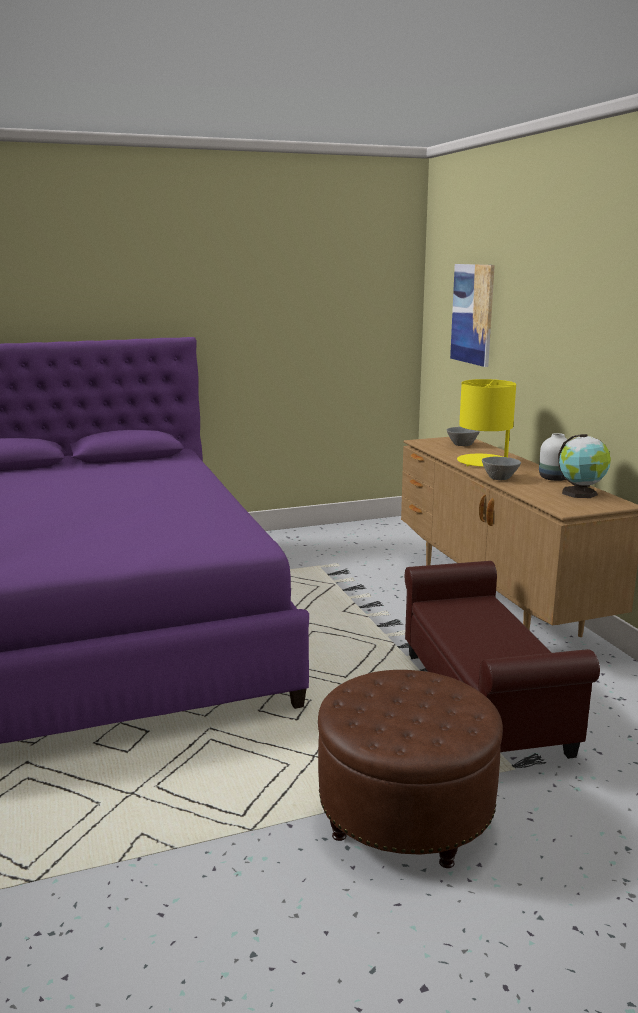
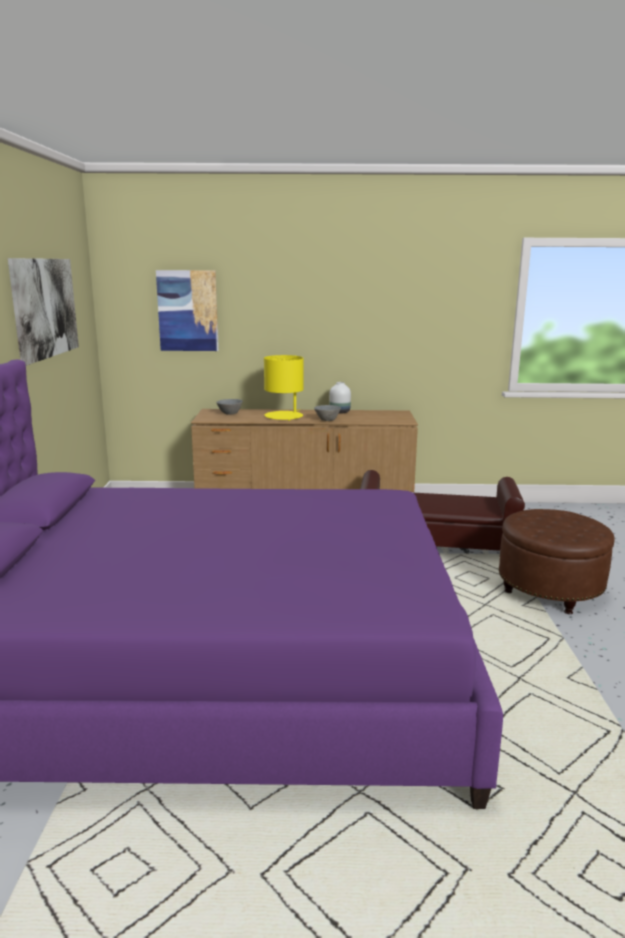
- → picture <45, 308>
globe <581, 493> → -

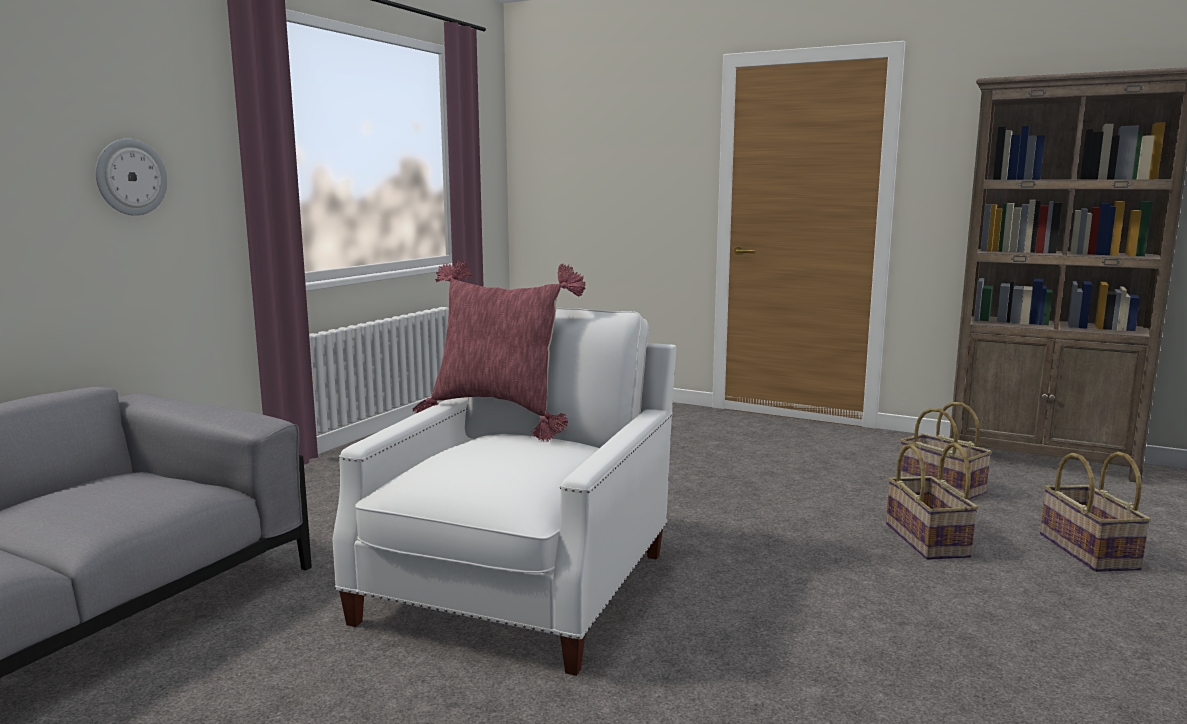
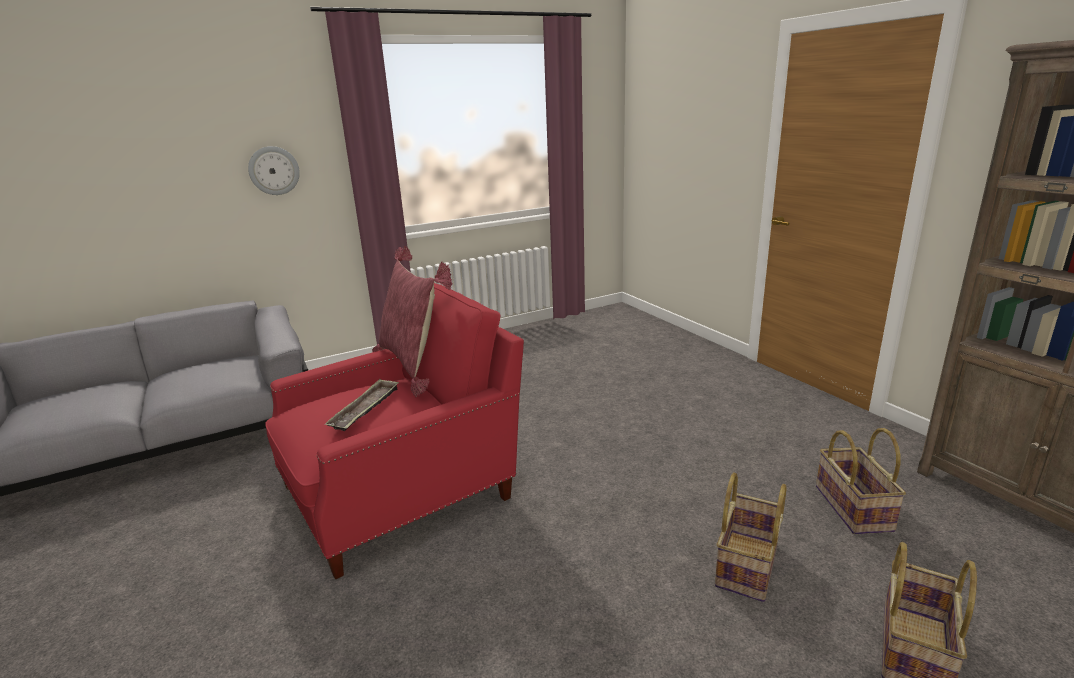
armchair (white) <521, 582> → armchair (red) <402, 489>
- → tray <365, 409>

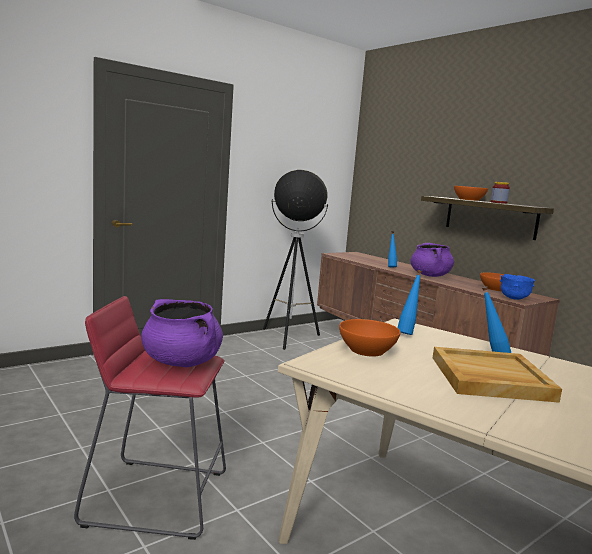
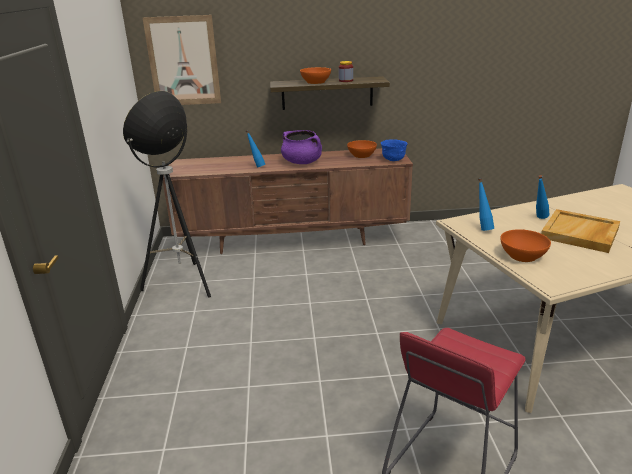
- → picture <183, 61>
cooking pot (purple) <182, 362> → -

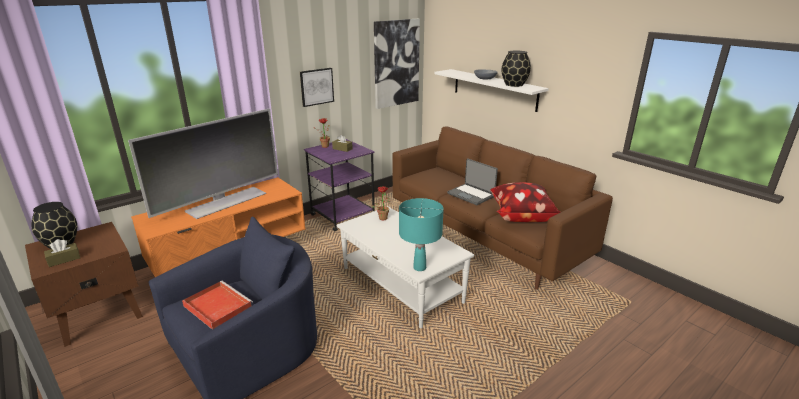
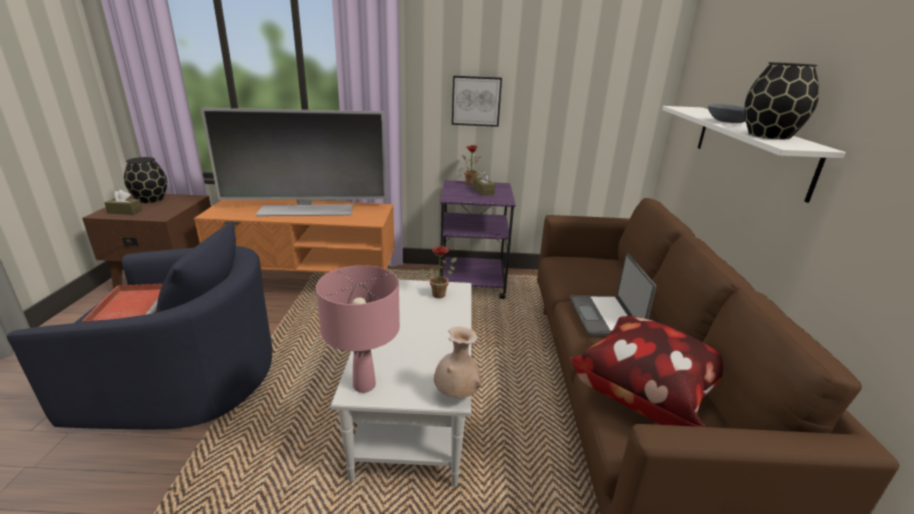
table lamp (turquoise) <419, 268> → table lamp (pink) <364, 385>
- → vase (beige) <457, 394>
picture <396, 63> → -

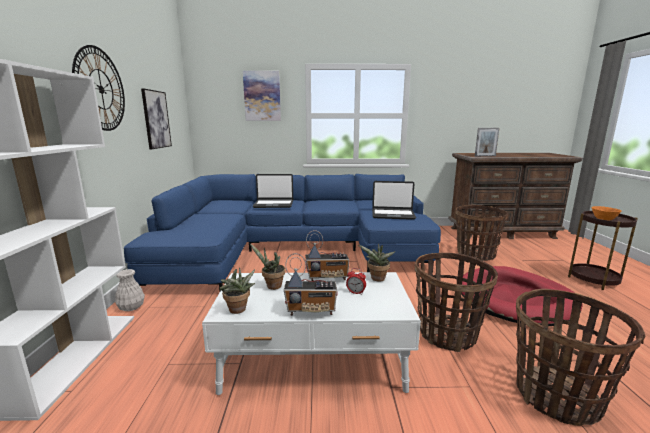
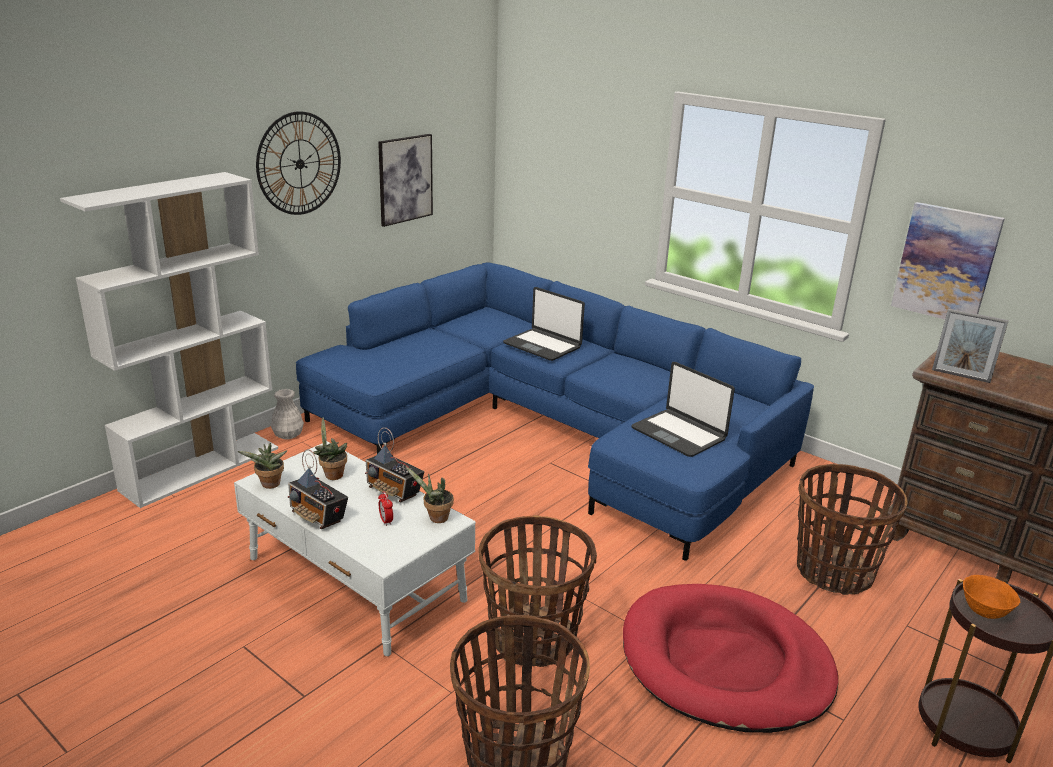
picture <262, 96> → picture <945, 263>, relocated

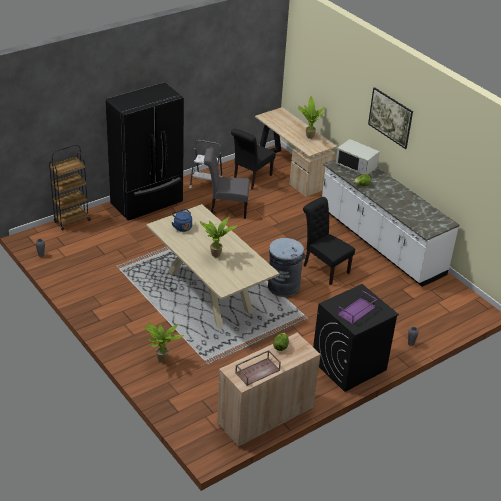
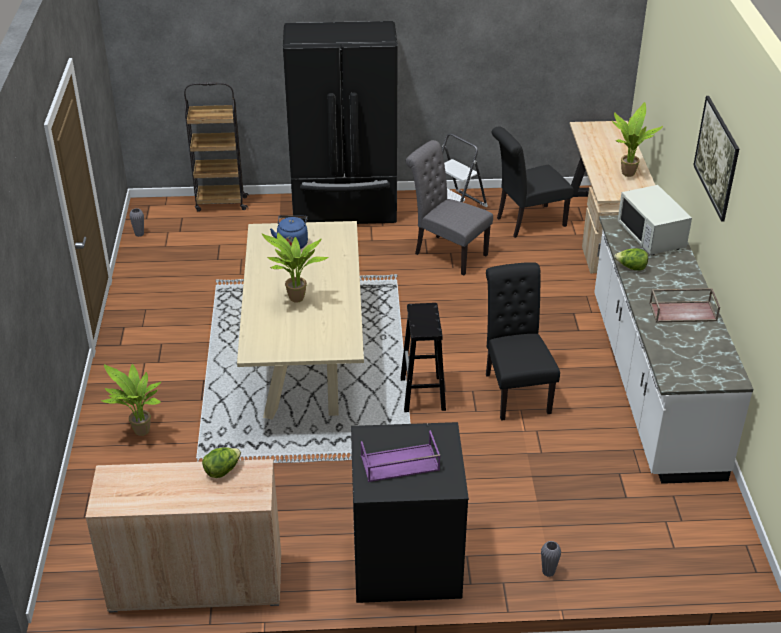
trash can (grey) <283, 286> → stool (black) <423, 395>
tray (brown) <257, 371> → tray (brown) <683, 311>, relocated

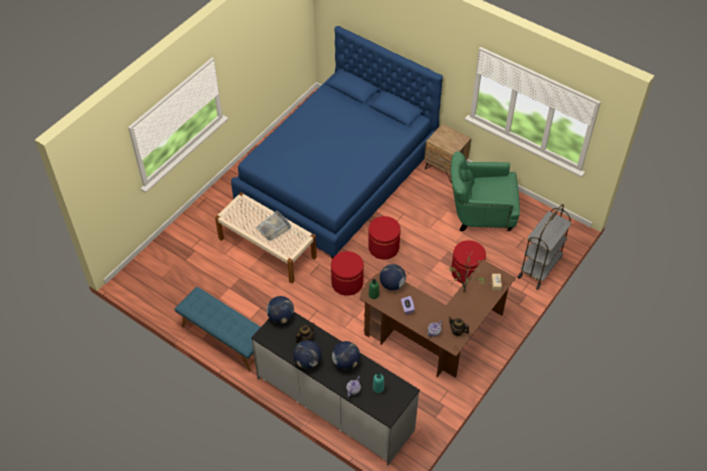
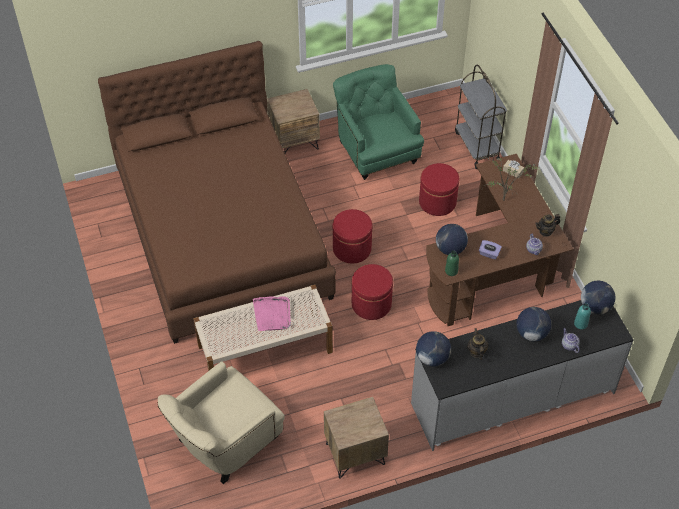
bed (blue) <338, 176> → bed (brown) <222, 233>
- → armchair (beige) <224, 442>
tray (grey) <274, 227> → tray (pink) <272, 314>
bench (blue) <224, 338> → nightstand (brown) <355, 454>
armchair (green) <480, 213> → armchair (green) <375, 150>, 120 degrees clockwise
globe <307, 361> → globe <595, 307>, relocated

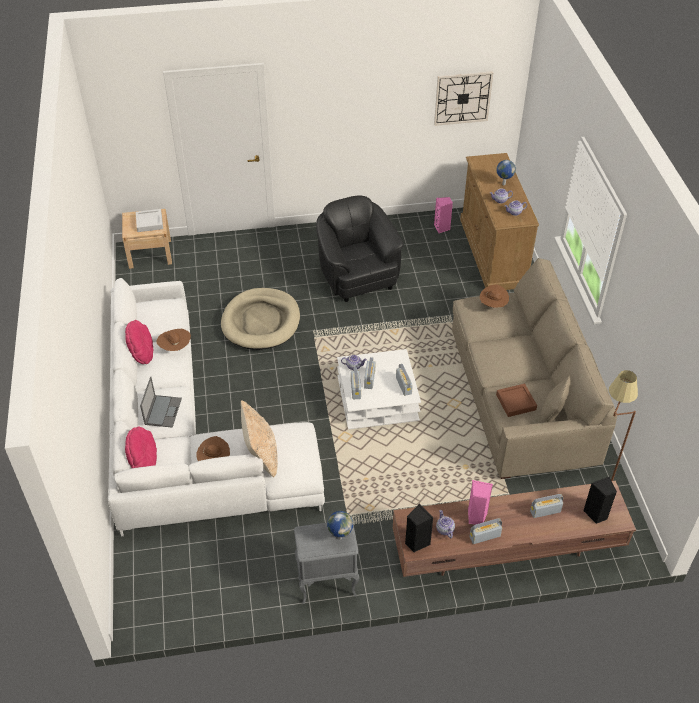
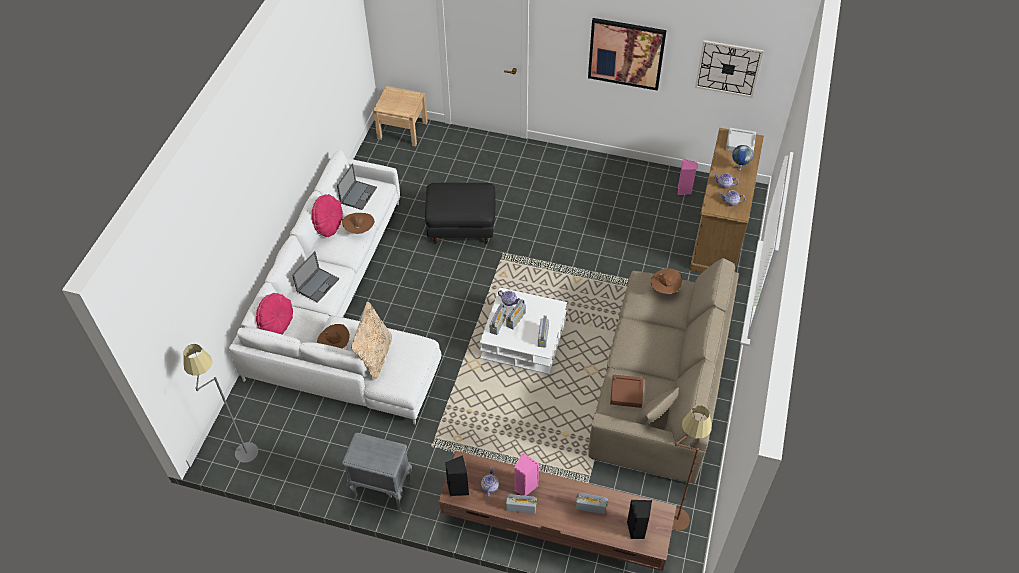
- → floor lamp (grey) <238, 447>
- → laptop <358, 195>
dog bed (beige) <261, 322> → ottoman (black) <462, 228>
- → picture <626, 53>
tray (grey) <149, 222> → tray (grey) <740, 143>, relocated
armchair (black) <357, 276> → -
globe <340, 537> → -

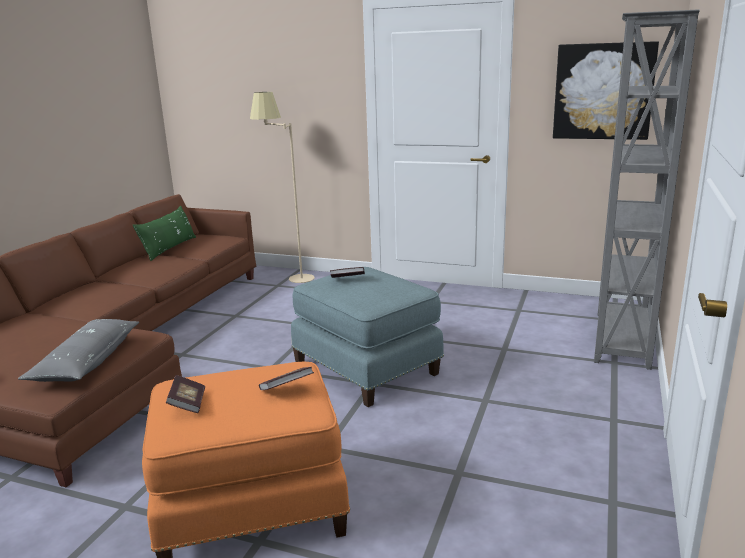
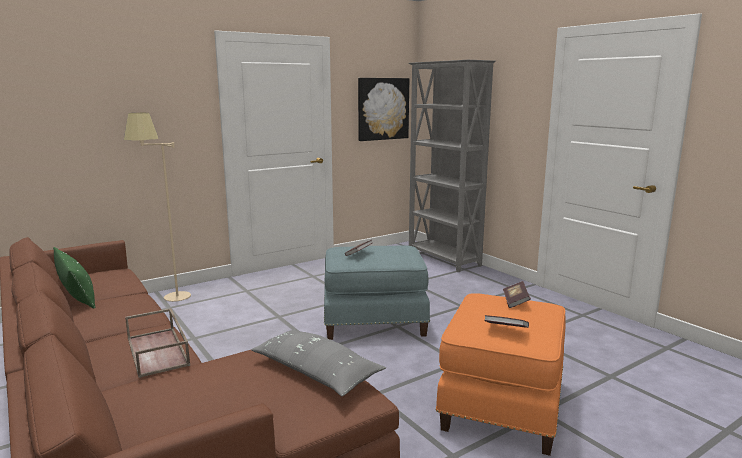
- → tray (brown) <158, 351>

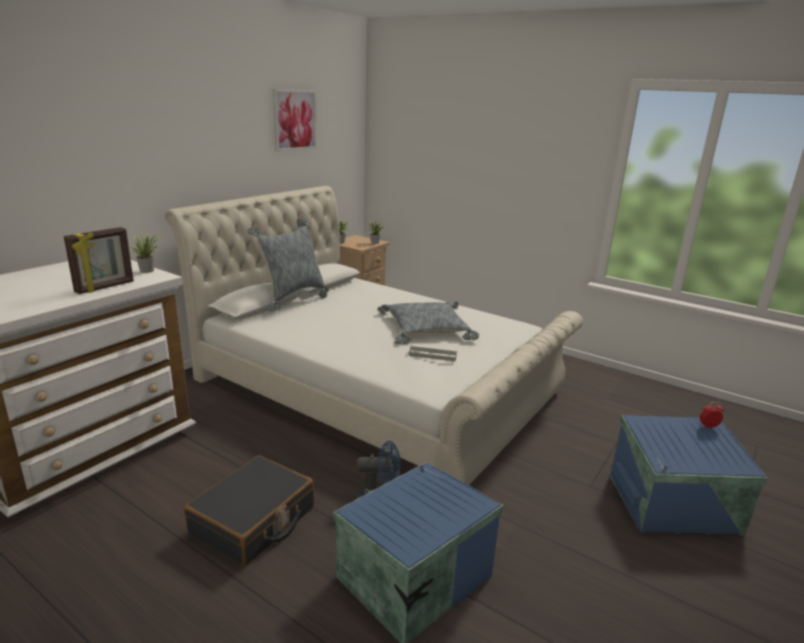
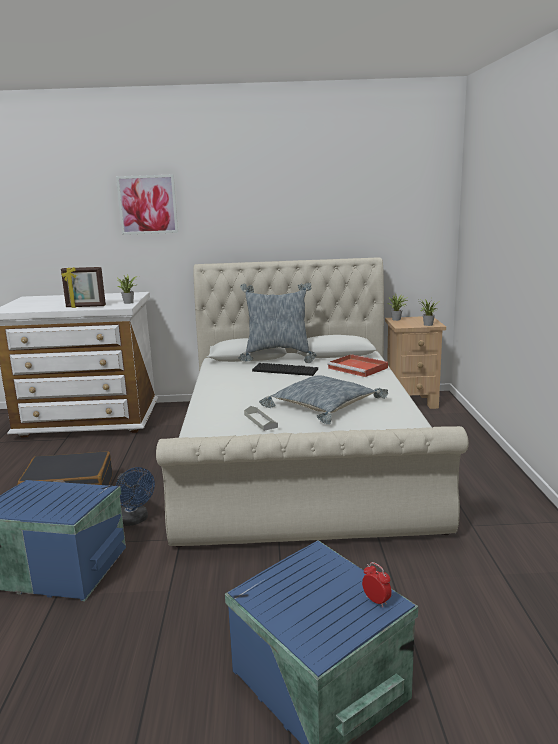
picture <295, 120> → picture <147, 204>, relocated
- → keyboard <286, 370>
- → tray (red) <359, 368>

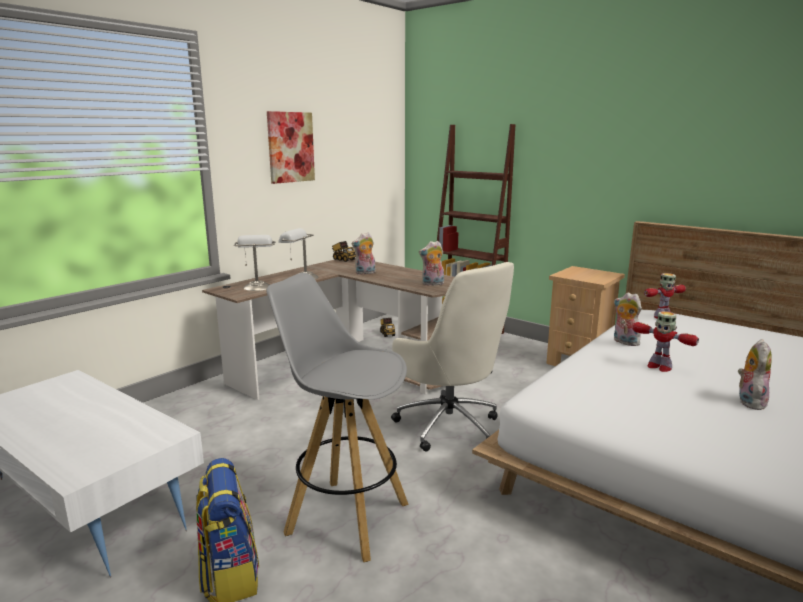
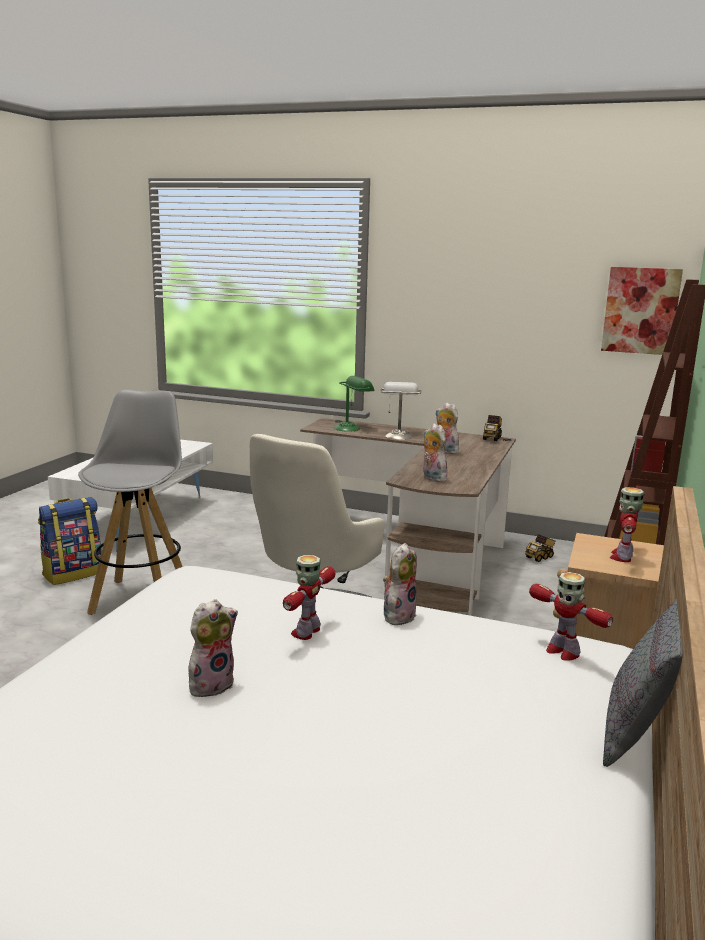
plush toy <749, 401> → plush toy <211, 684>, 45 degrees counterclockwise
table lamp (white) <257, 285> → table lamp (green) <351, 427>
picture <290, 147> → picture <640, 310>, relocated
- → pillow (grey) <636, 732>
- → toy robot <622, 556>

